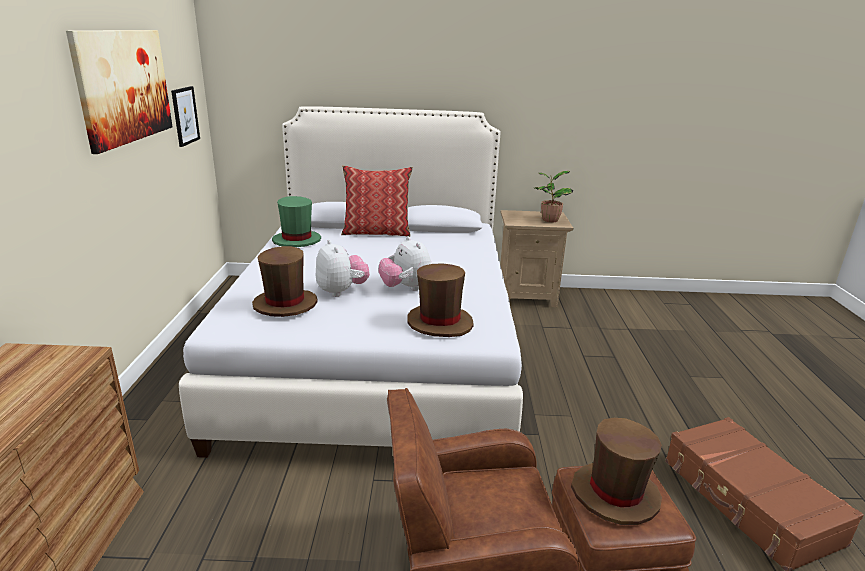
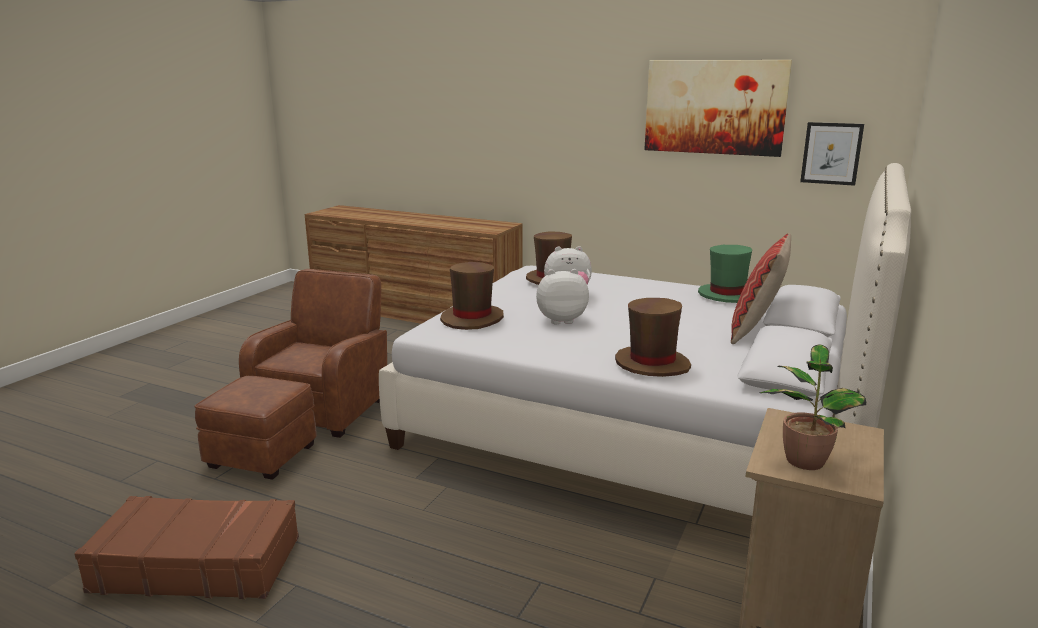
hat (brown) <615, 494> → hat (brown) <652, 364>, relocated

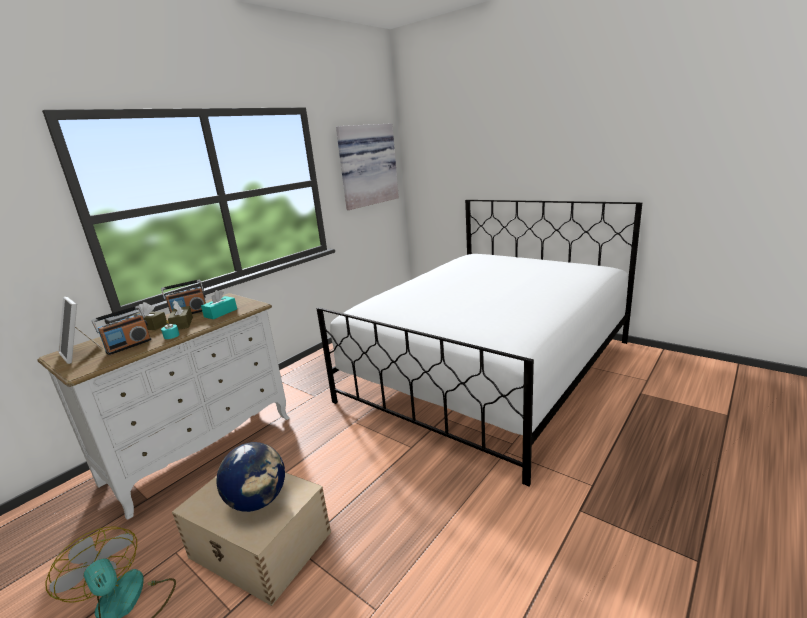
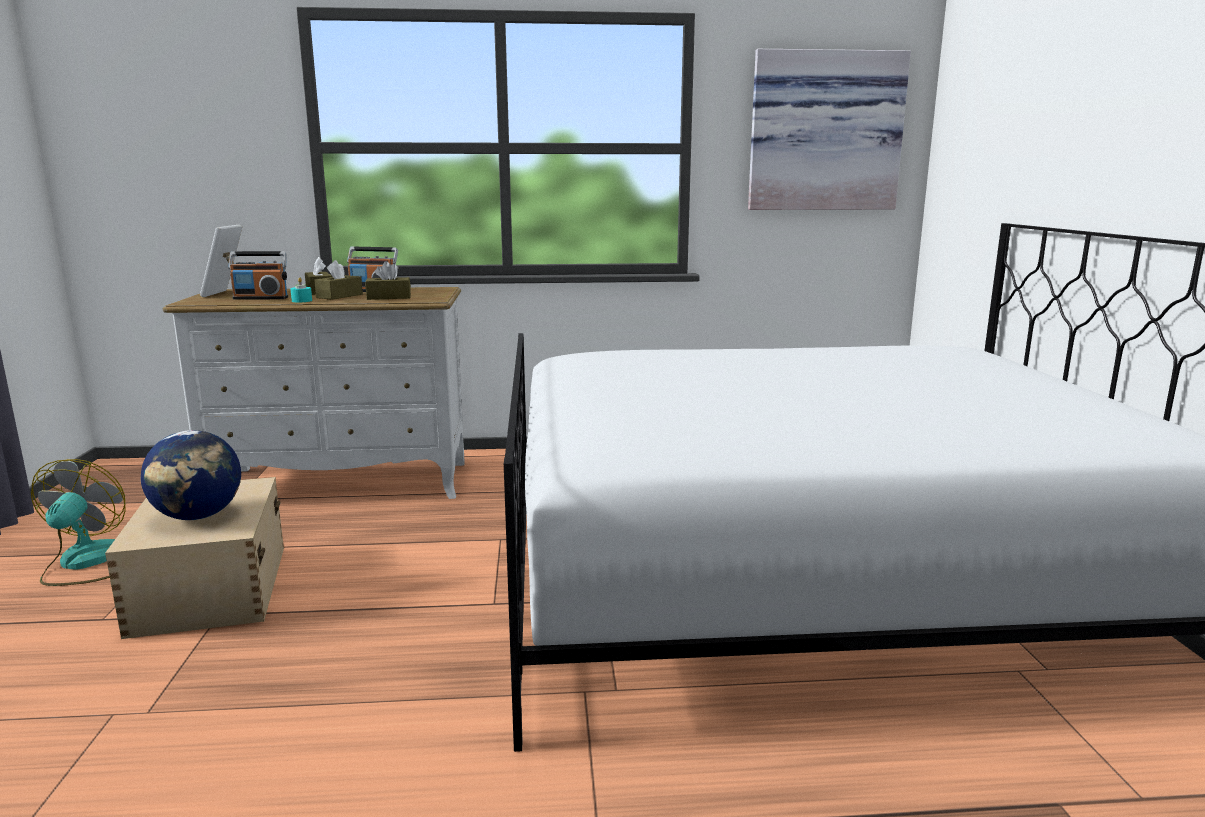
tissue box (turquoise) <220, 313> → tissue box (brown) <389, 297>

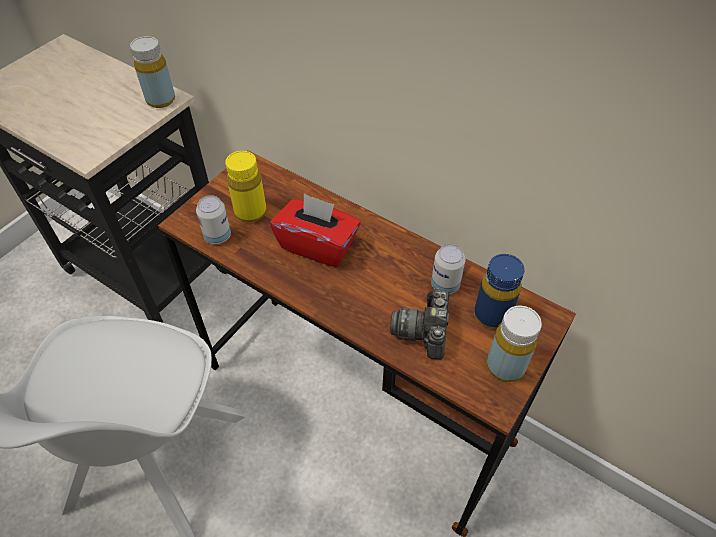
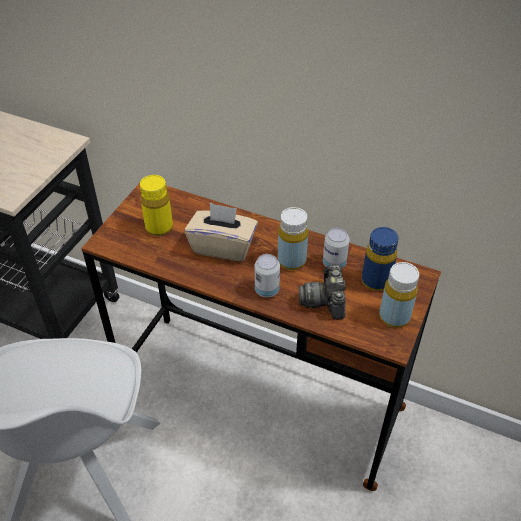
tissue box (red) <318, 245> → tissue box (beige) <223, 246>
can <217, 236> → can <267, 290>, relocated
bottle (yellow) <161, 100> → bottle (yellow) <291, 261>, relocated

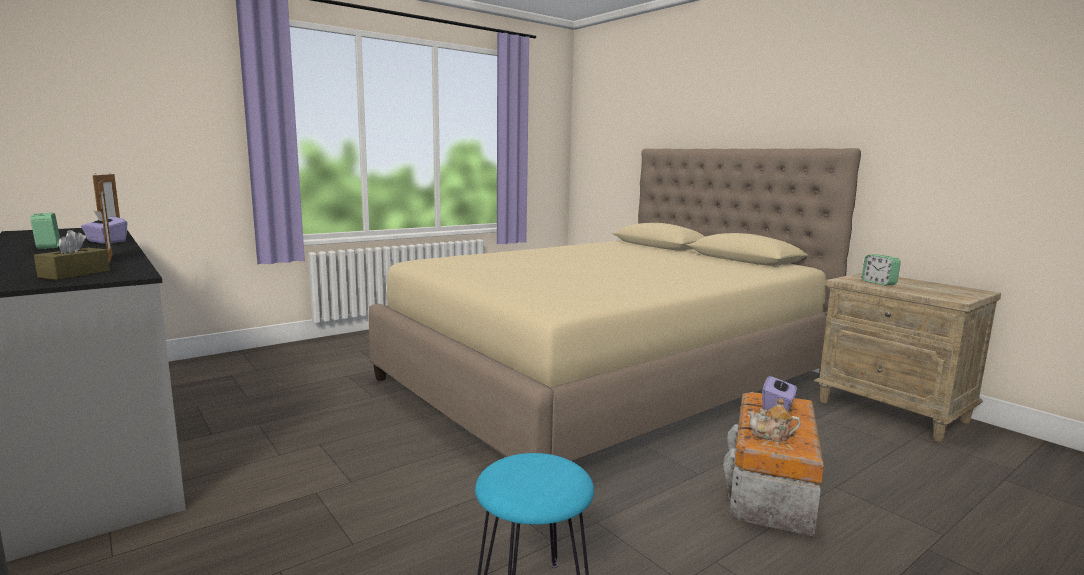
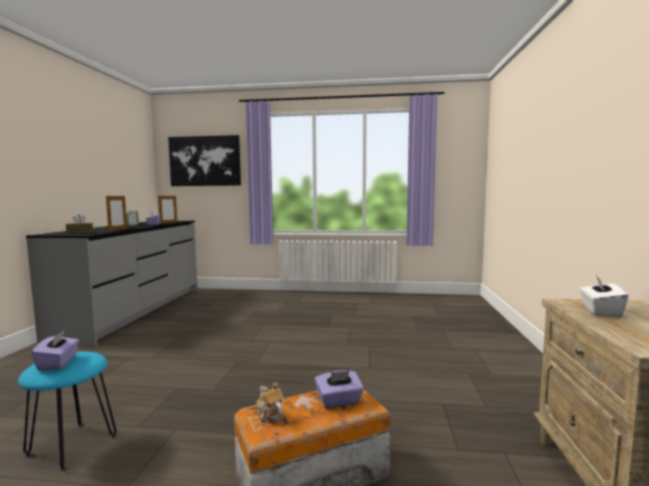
- → tissue box (purple) <58, 363>
- → picture <205, 161>
alarm clock <879, 283> → tissue box (white) <600, 311>
bed (beige) <608, 379> → -

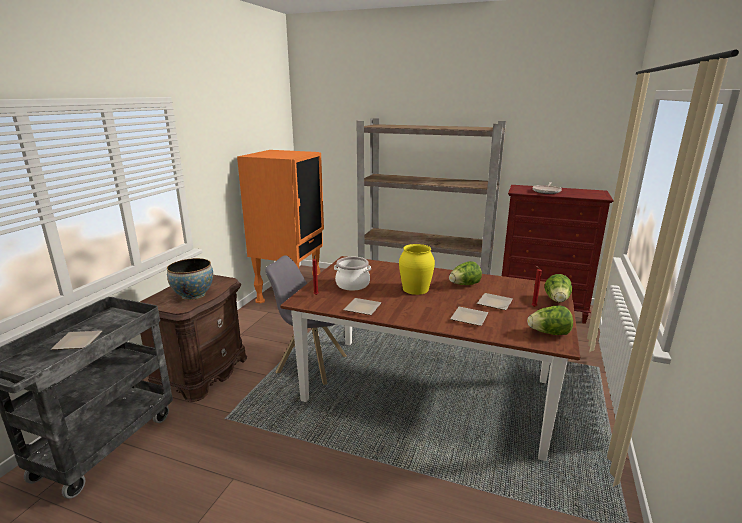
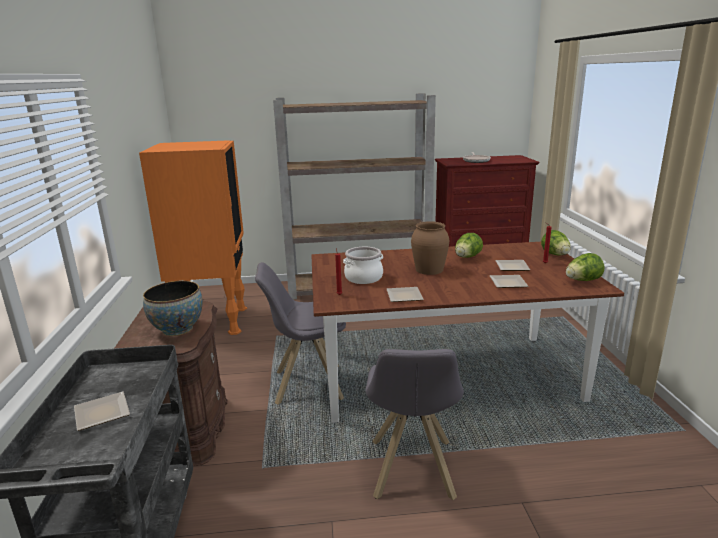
- → chair (grey) <412, 469>
vase (yellow) <415, 289> → vase (brown) <429, 270>

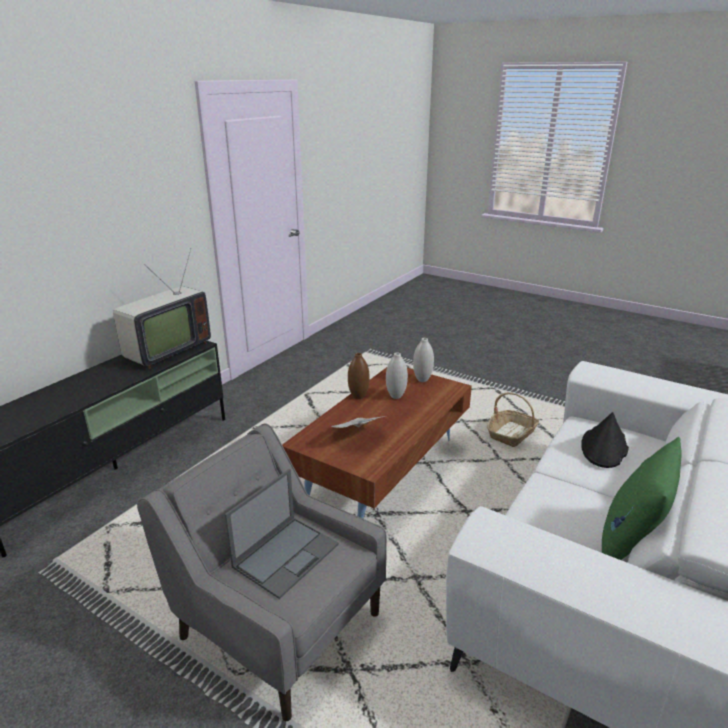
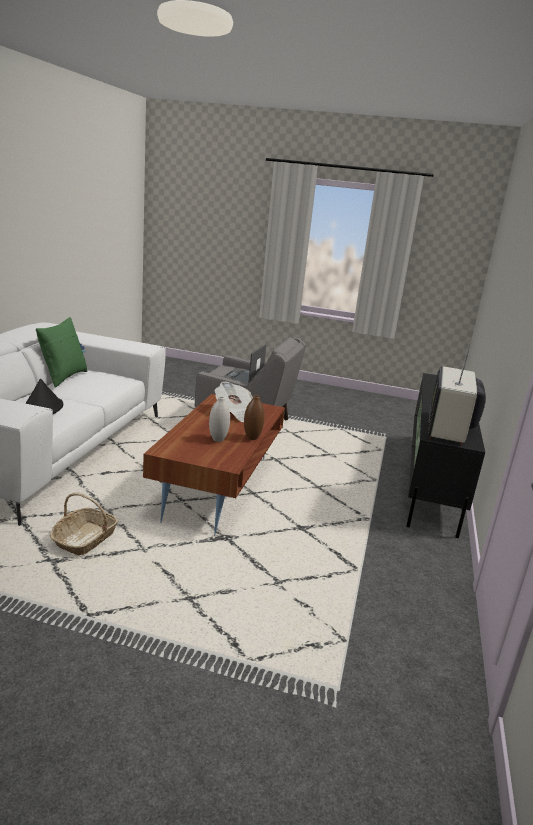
vase (white) <422, 379> → -

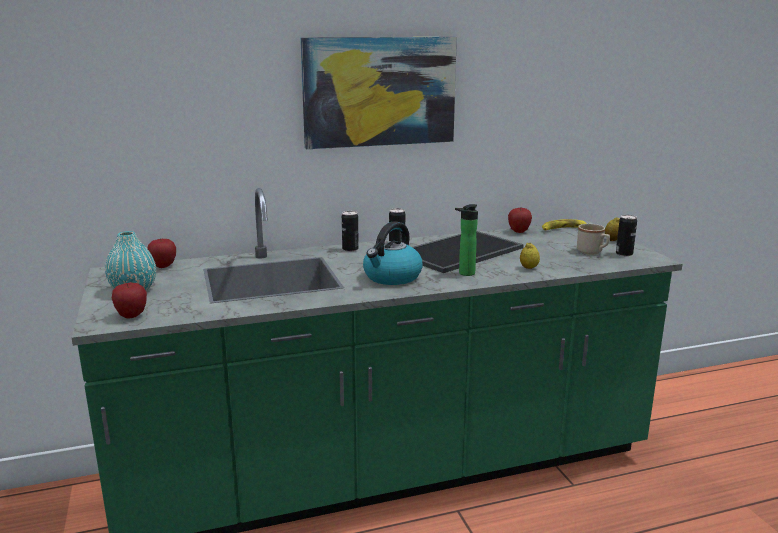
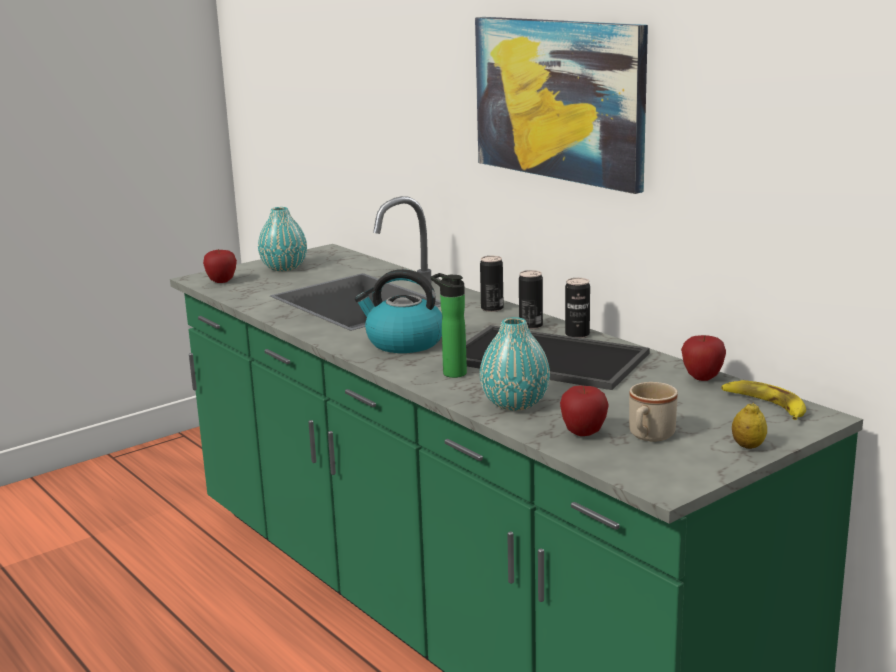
lemon <529, 268> → vase (turquoise) <515, 403>
apple <163, 266> → apple <583, 433>, relocated
can <624, 254> → can <577, 334>, relocated

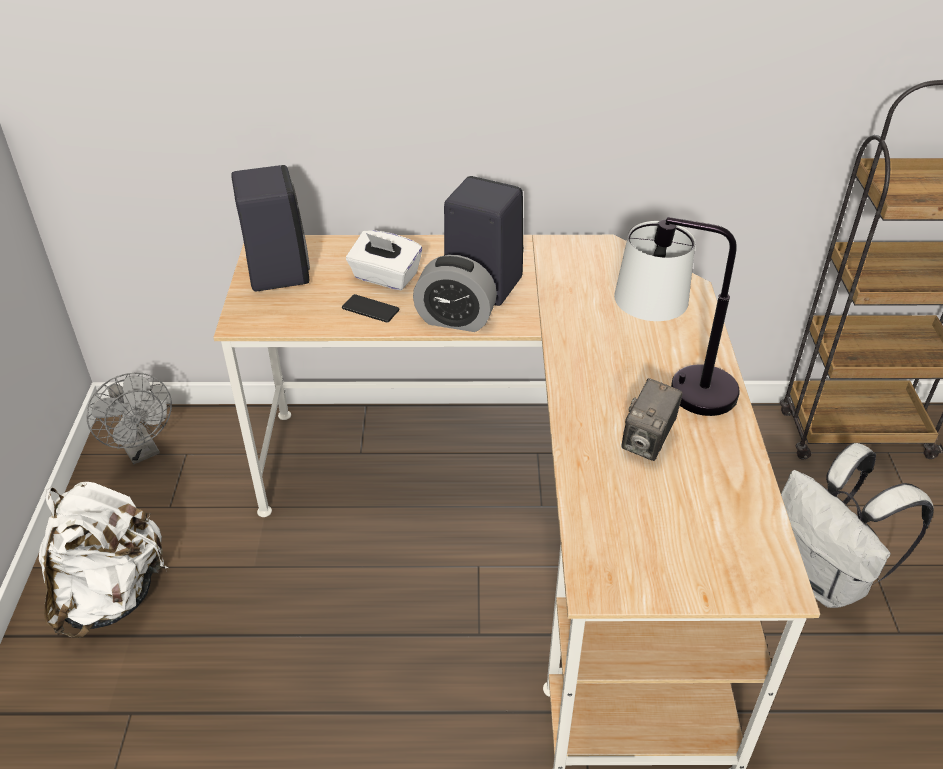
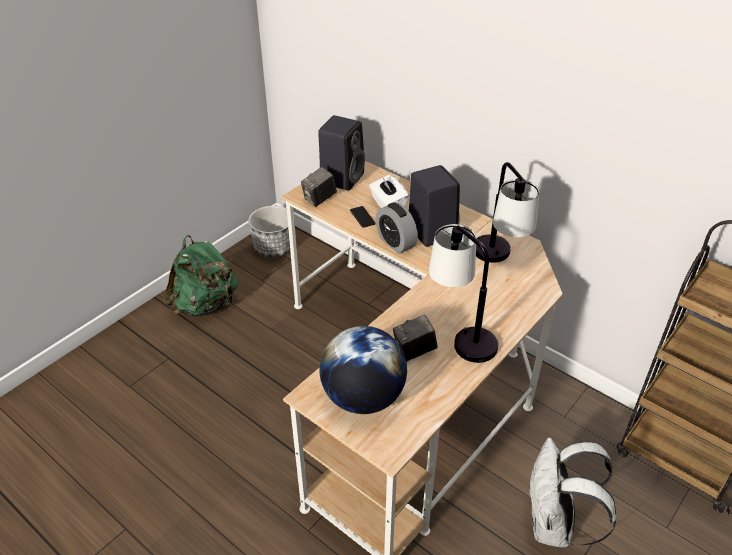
backpack (white) <112, 594> → backpack (green) <205, 305>
fan (grey) <142, 450> → planter <274, 247>
- → photo camera <319, 199>
- → globe <363, 397>
- → table lamp <499, 262>

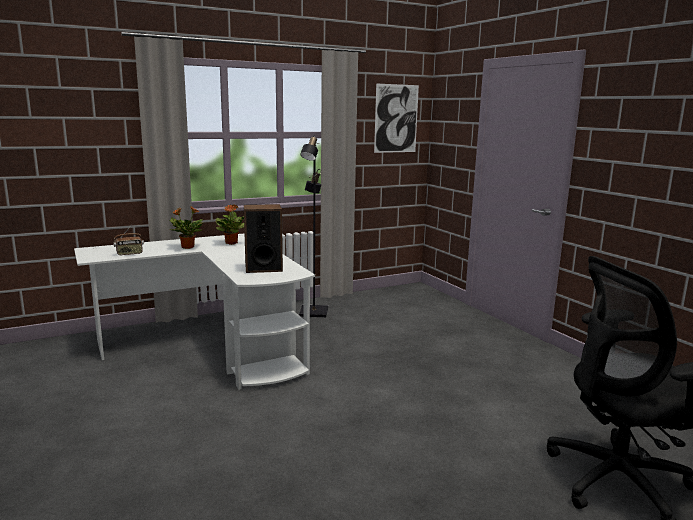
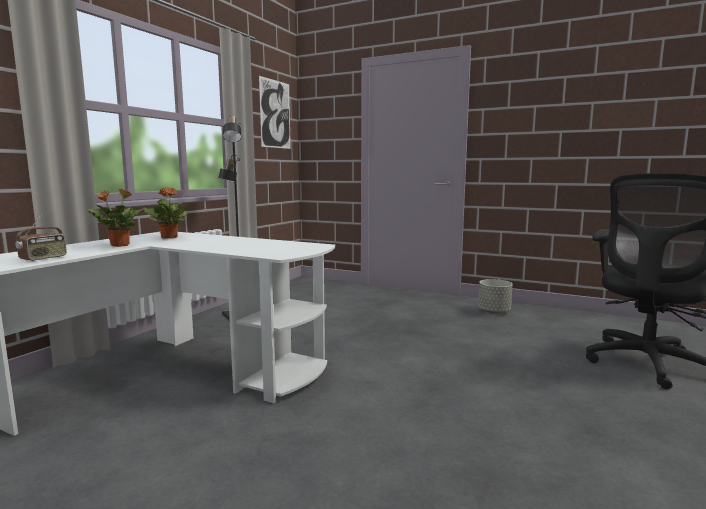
- → planter (grey) <494, 311>
speaker <263, 268> → -

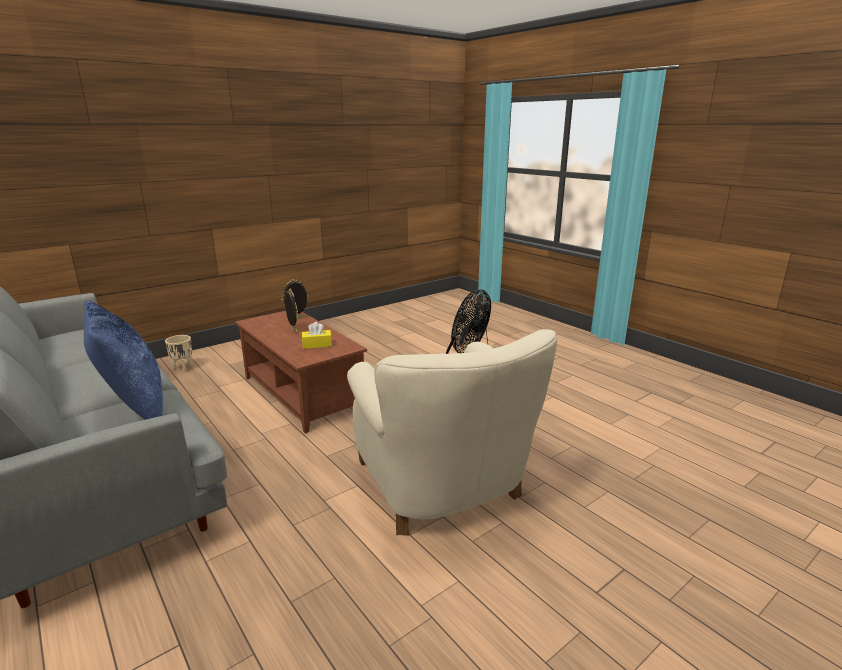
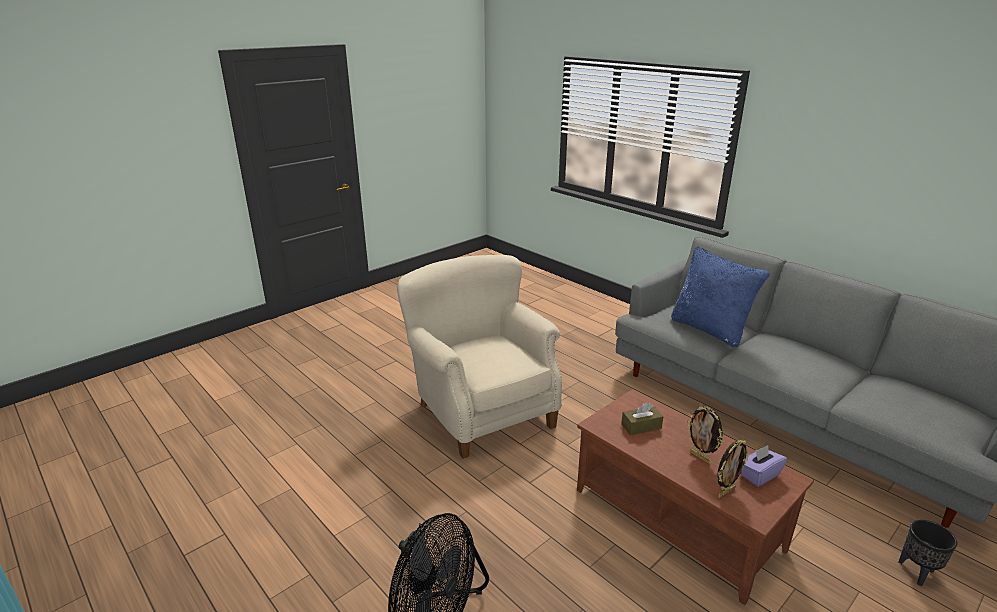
tissue box (yellow) <317, 345> → tissue box (brown) <641, 426>
- → tissue box (purple) <759, 475>
planter (beige) <182, 368> → planter (black) <917, 572>

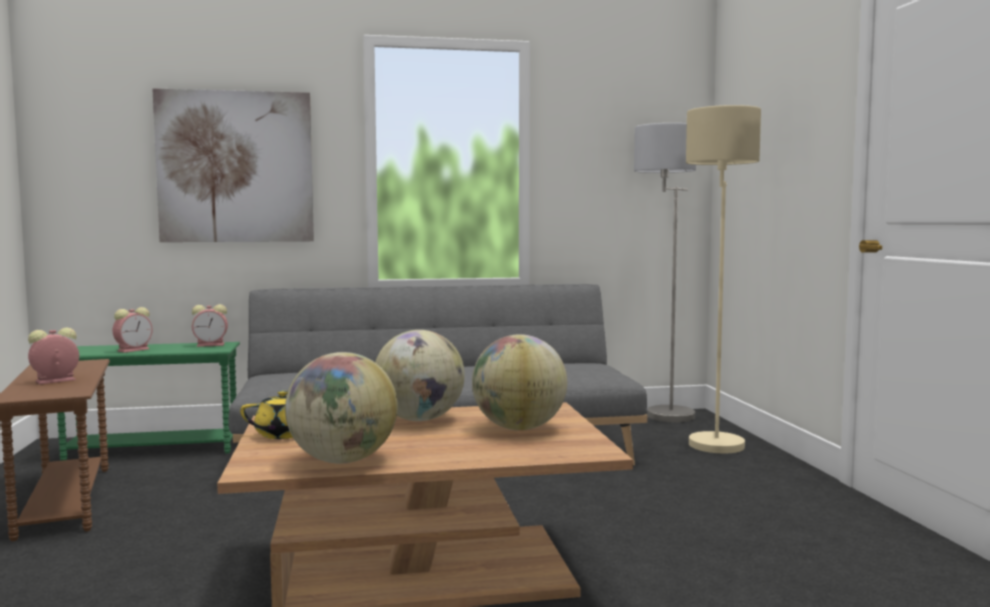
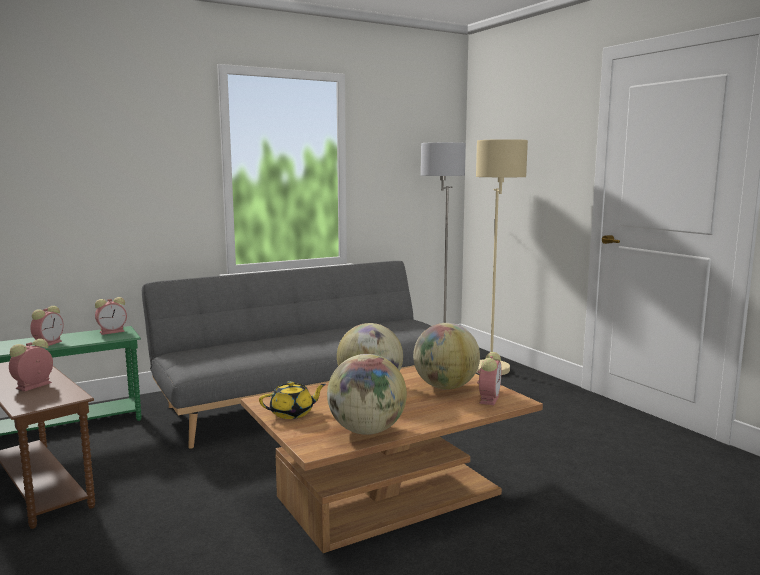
- → alarm clock <489, 399>
picture <235, 167> → -

